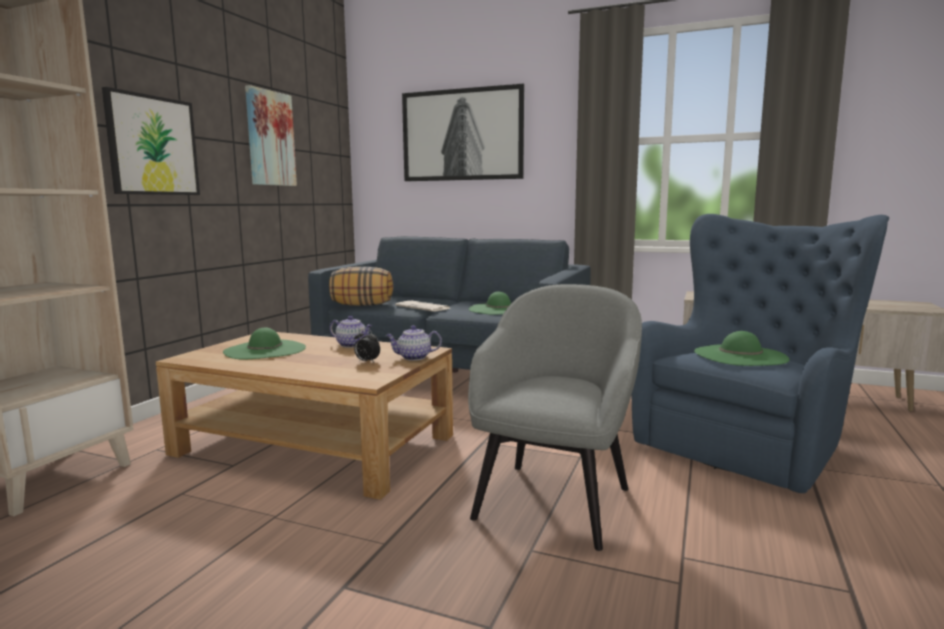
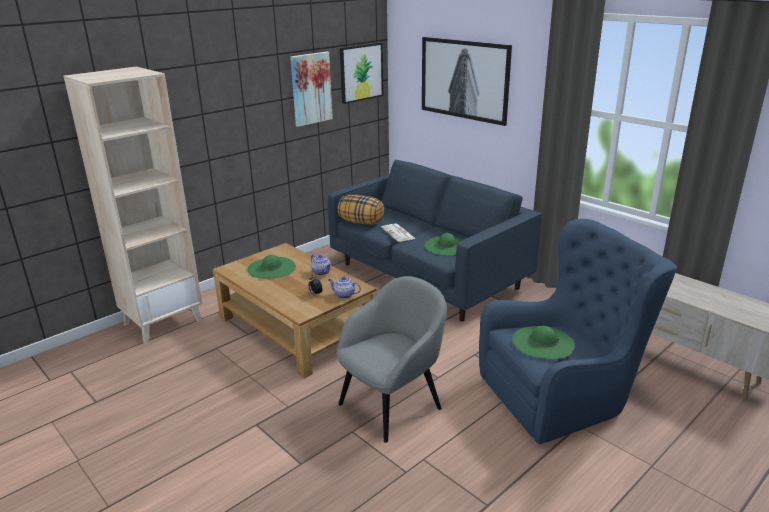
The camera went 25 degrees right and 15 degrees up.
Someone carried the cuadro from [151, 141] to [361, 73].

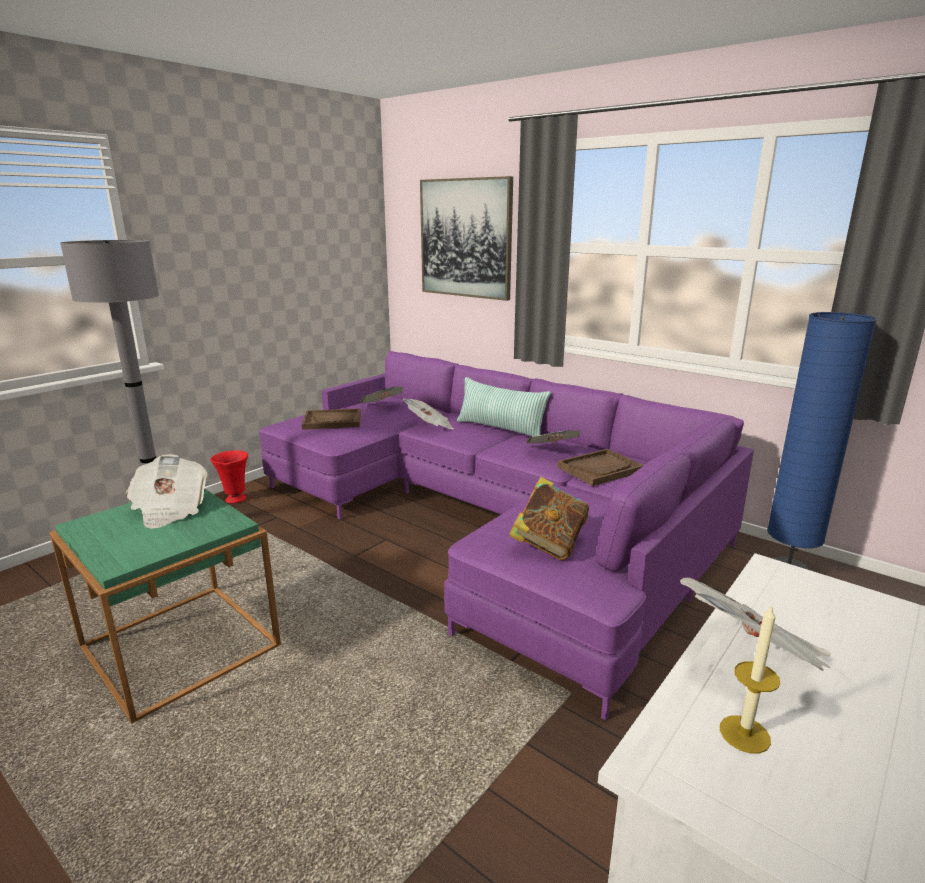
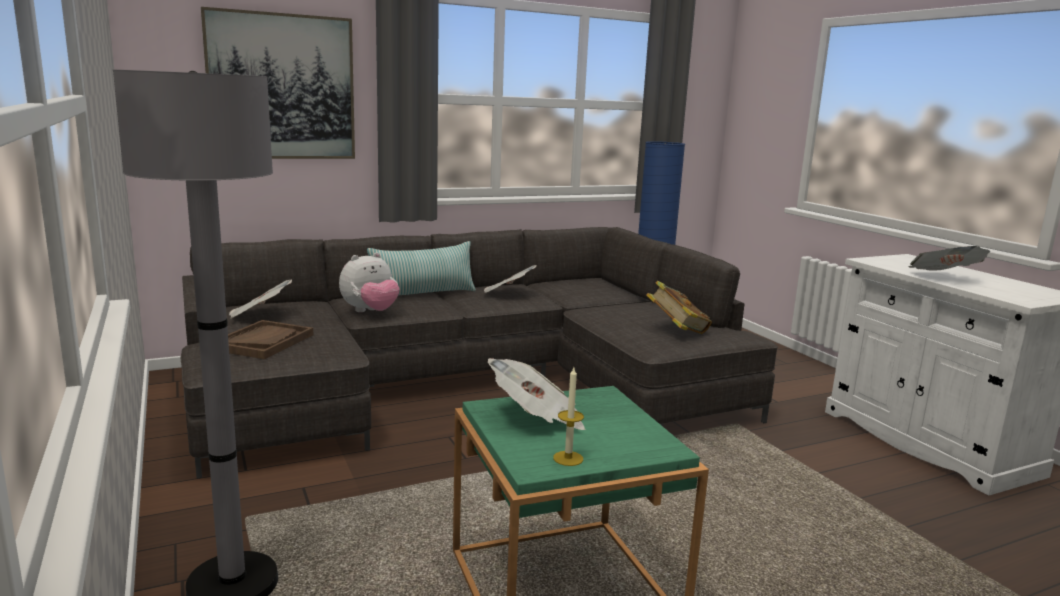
The camera went 65 degrees left and 5 degrees down.
Someone took away the florero (rojo) at [229, 476].
Someone repainted the sofá (morado) at [506, 536], which became the sofá (gris) at [479, 353].
Someone swapped the periódico at [428, 413] for the peluche at [369, 282].
Someone took away the bandeja (marrón) at [600, 467].
Someone carried the vela from [750, 679] to [568, 417].

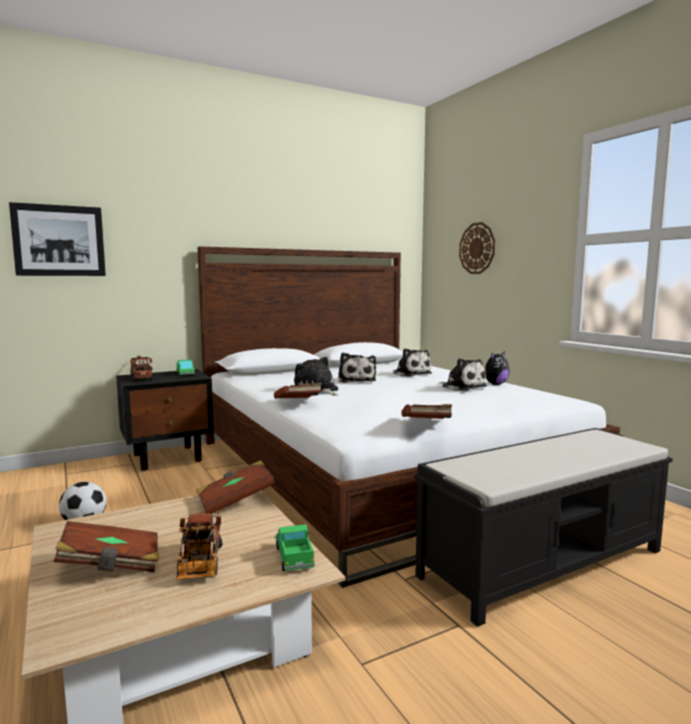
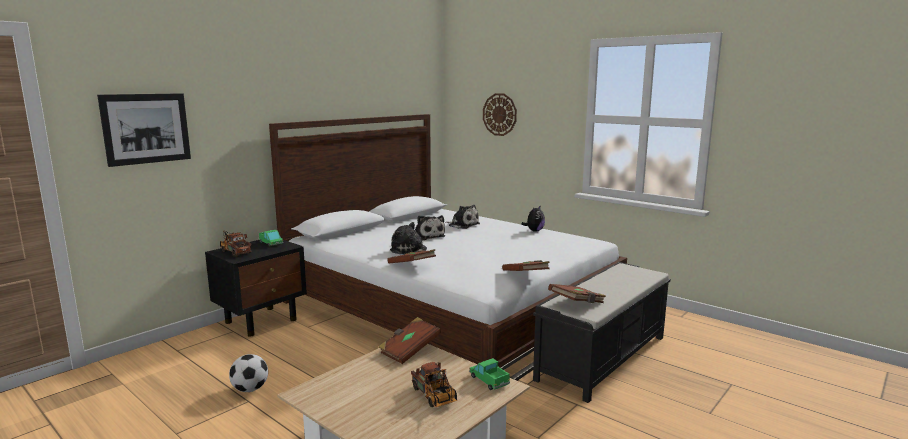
The camera went 20 degrees left and 5 degrees up.
Someone carried the libro (marrón) from [106, 546] to [577, 293].
Someone took away the peluche at [463, 374].

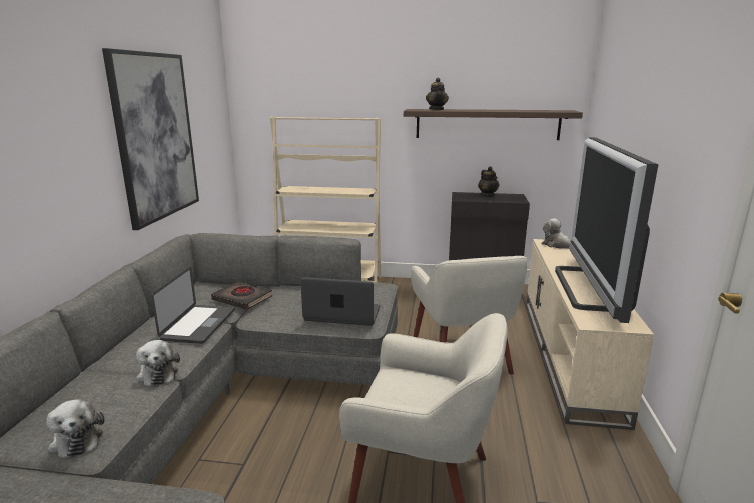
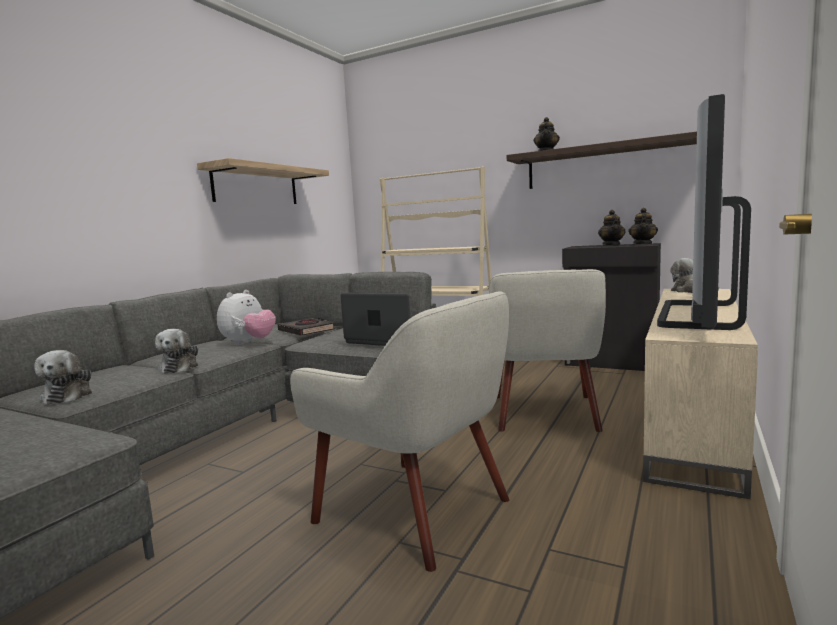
The camera went 20 degrees right and 10 degrees down.
Someone swapped the cuadro at [150, 139] for the estante at [263, 181].
Someone swapped the portátil at [192, 305] for the peluche at [246, 317].
Someone put down the tetera at [643, 226].

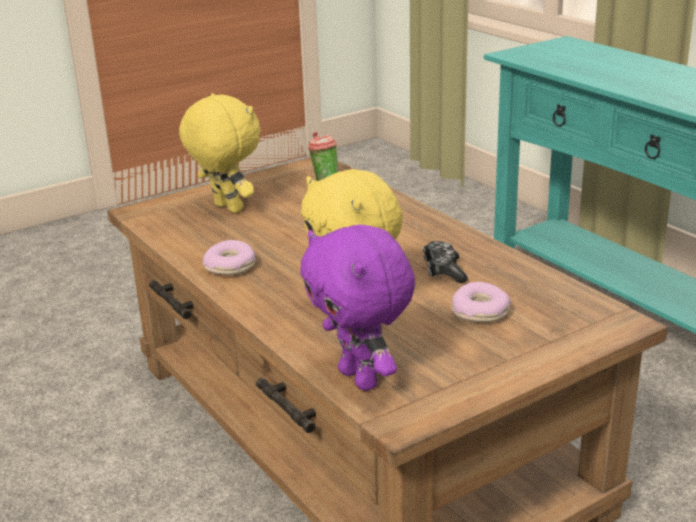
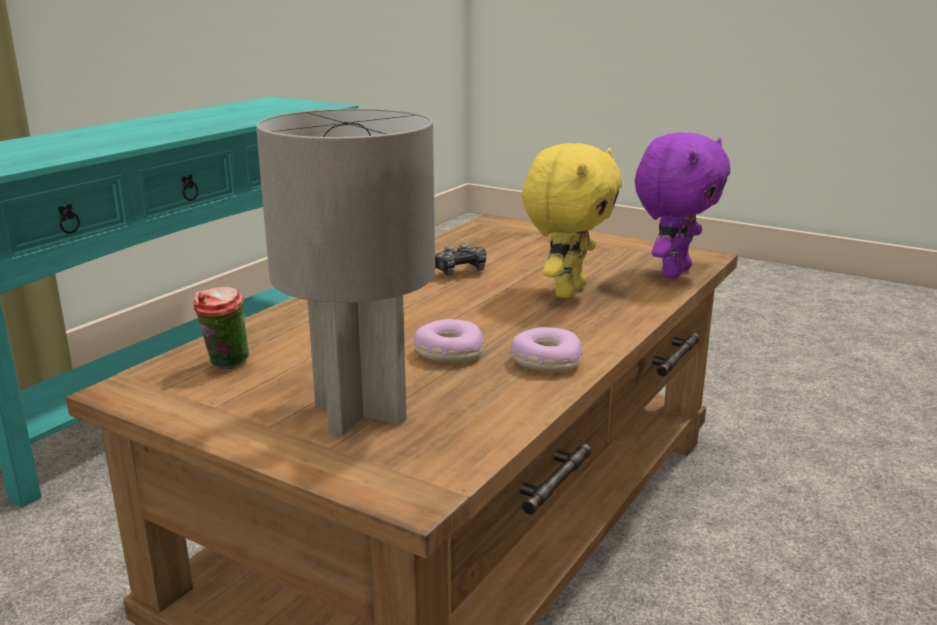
The camera went 115 degrees left and 5 degrees down.
Someone swapped the peluche (amarillo) at [219, 153] for the lámpara de mesa (gris) at [345, 272].
Someone carried the rosquilla from [481, 302] to [449, 341].

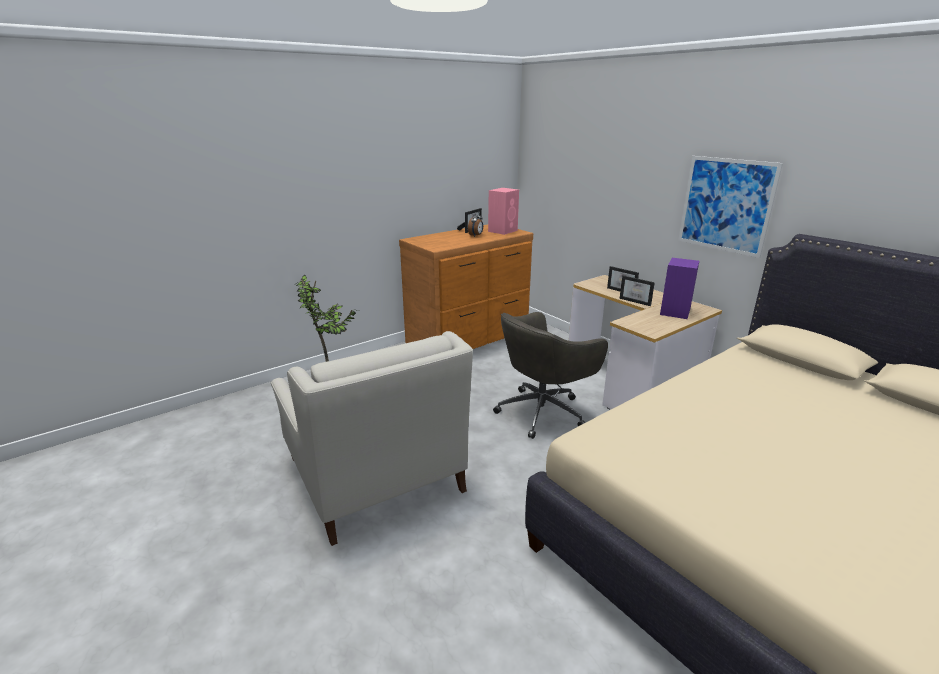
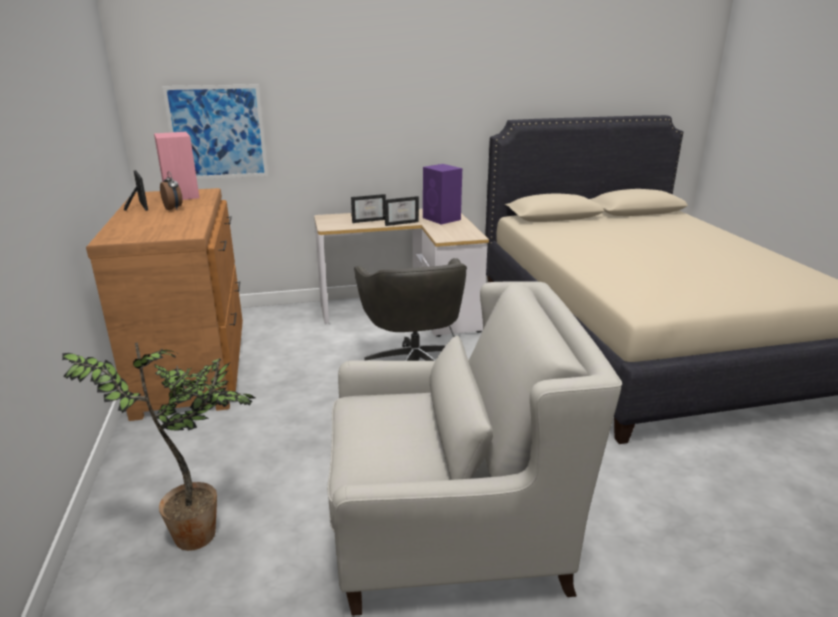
The camera went 65 degrees left and 0 degrees up.
Someone carried the cuadro from [730, 207] to [215, 131].

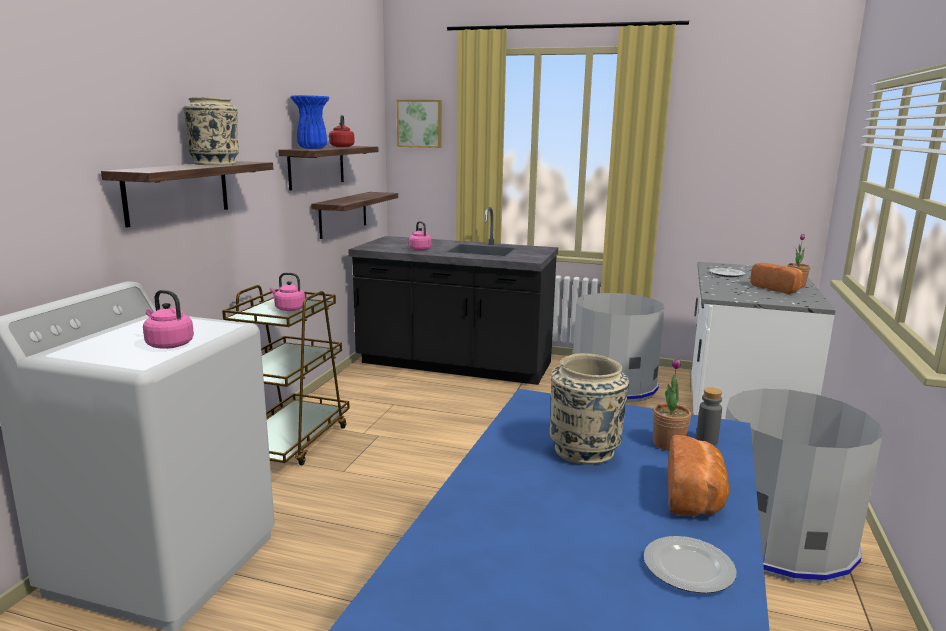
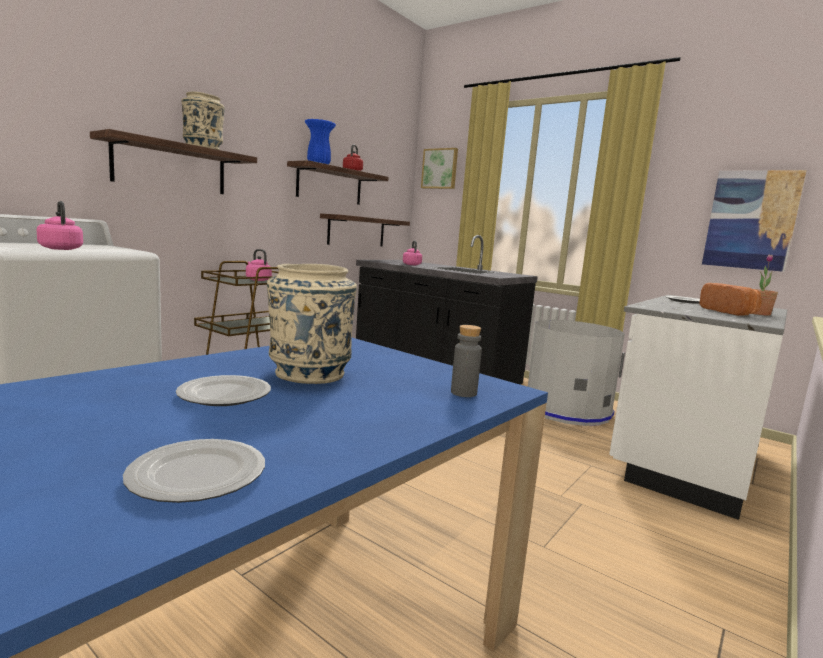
The camera went 20 degrees right and 5 degrees down.
Someone took away the planta en maceta at [672, 404].
Someone took away the pan at [698, 475].
Someone took away the papelera (gris) at [803, 486].
Someone put down the plato at [223, 390].
Someone put up the cuadro at [754, 221].

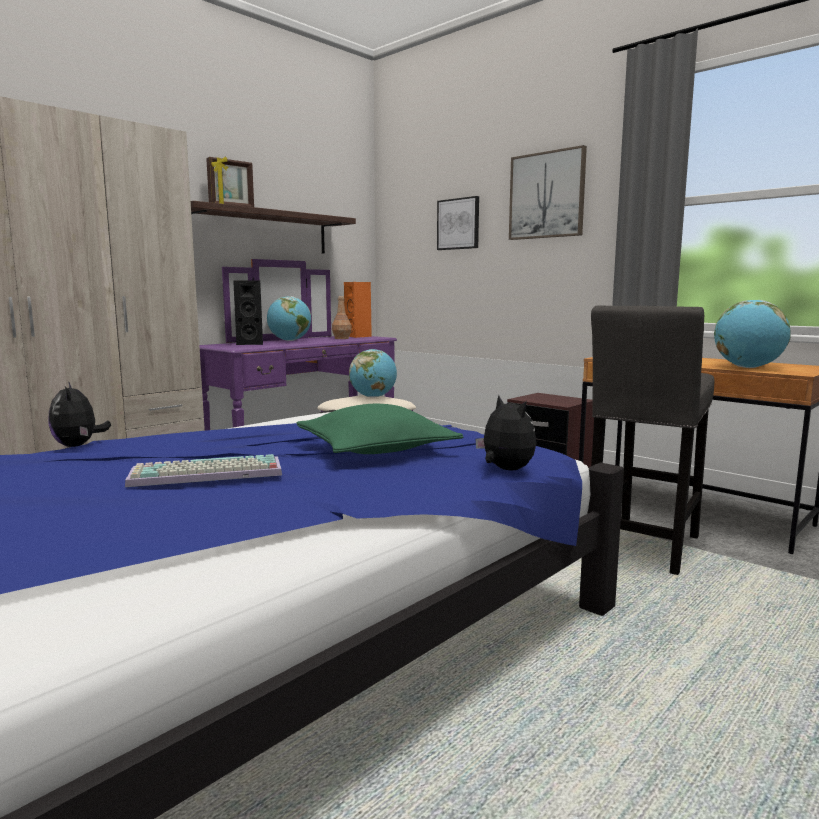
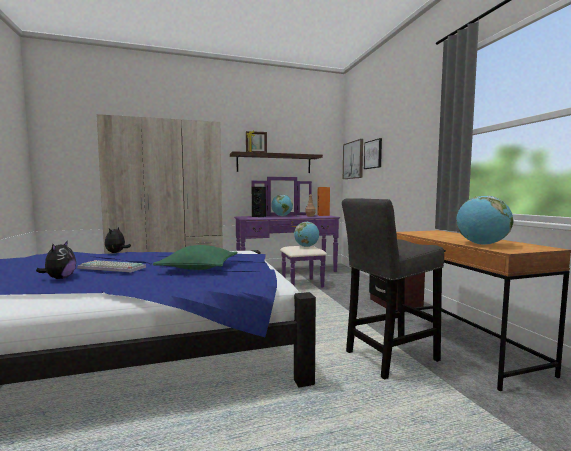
The camera went 30 degrees right and 5 degrees down.
Someone carried the peluche from [506, 432] to [56, 259].
Someone carried the cuadro from [548, 192] to [353, 159].

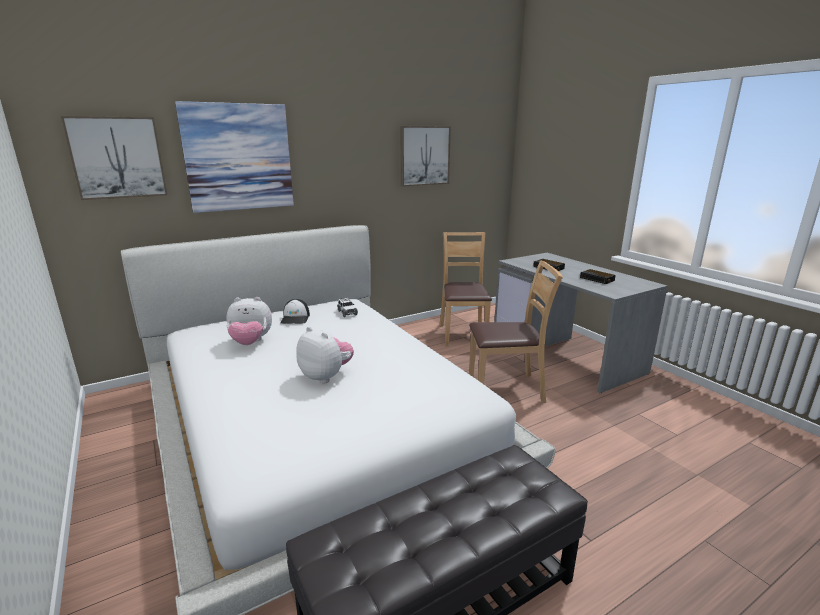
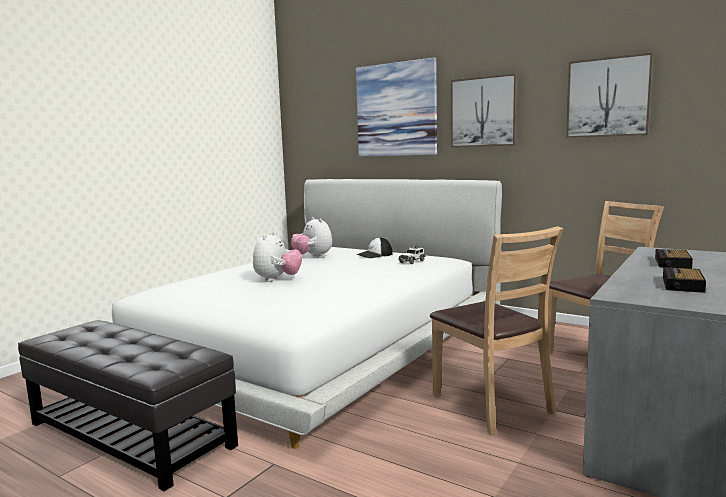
The camera went 65 degrees right and 10 degrees down.
Someone carried the cuadro from [114, 158] to [484, 110].

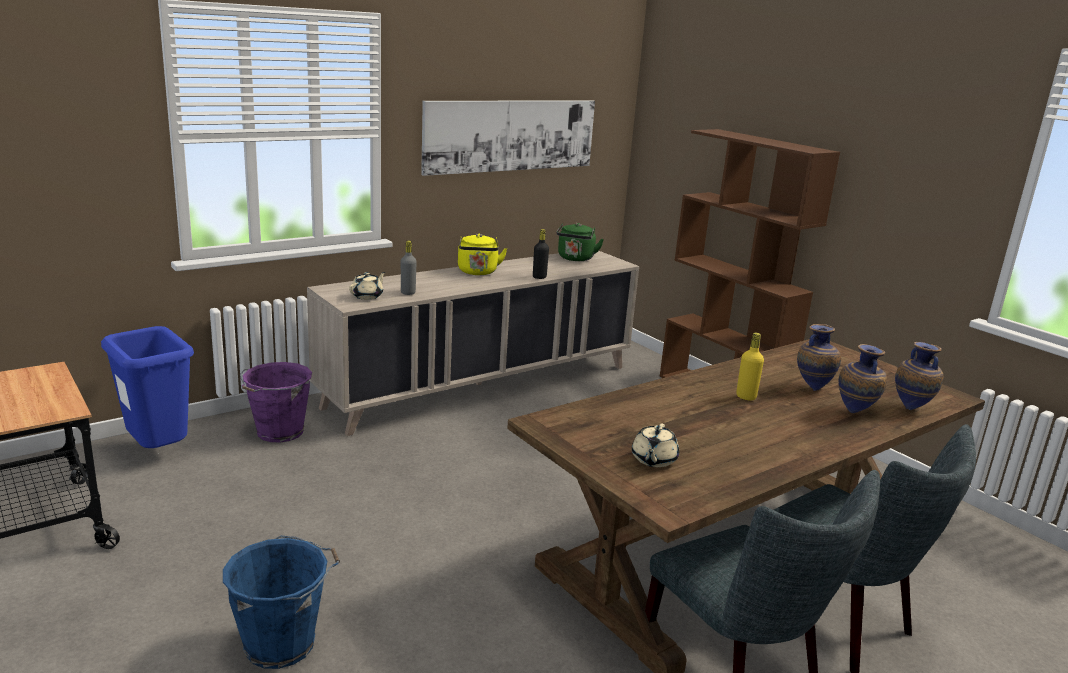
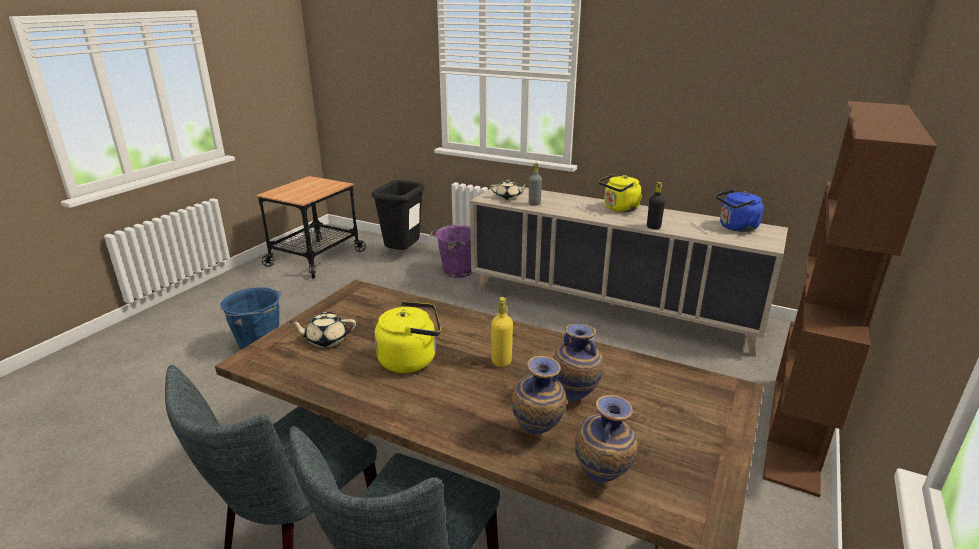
The camera went 65 degrees right and 5 degrees up.
Someone repainted the papelera (azul) at [147, 387], which became the papelera (negro) at [398, 215].
Someone took away the cuadro at [508, 138].
Someone repainted the hervidor (verde) at [580, 242], which became the hervidor (azul) at [739, 210].
Someone put down the hervidor (amarillo) at [407, 337].

